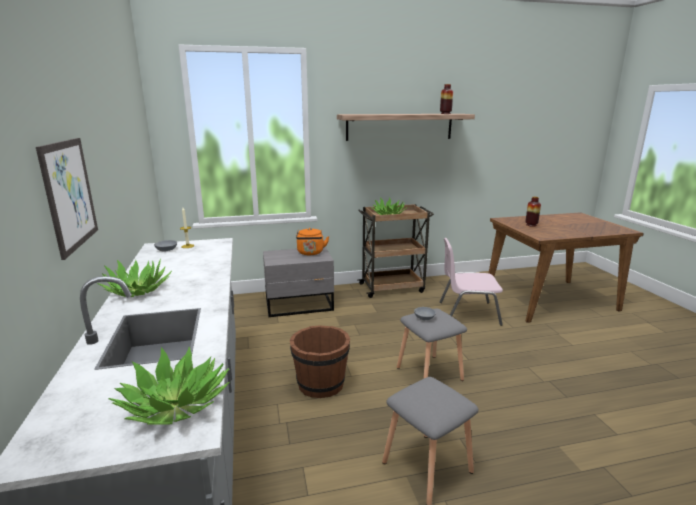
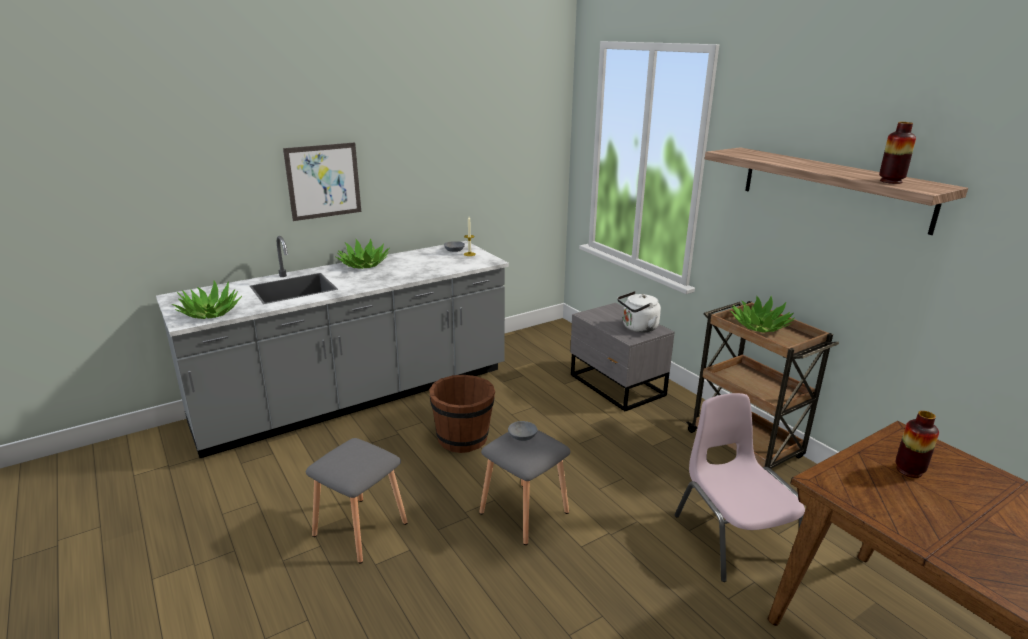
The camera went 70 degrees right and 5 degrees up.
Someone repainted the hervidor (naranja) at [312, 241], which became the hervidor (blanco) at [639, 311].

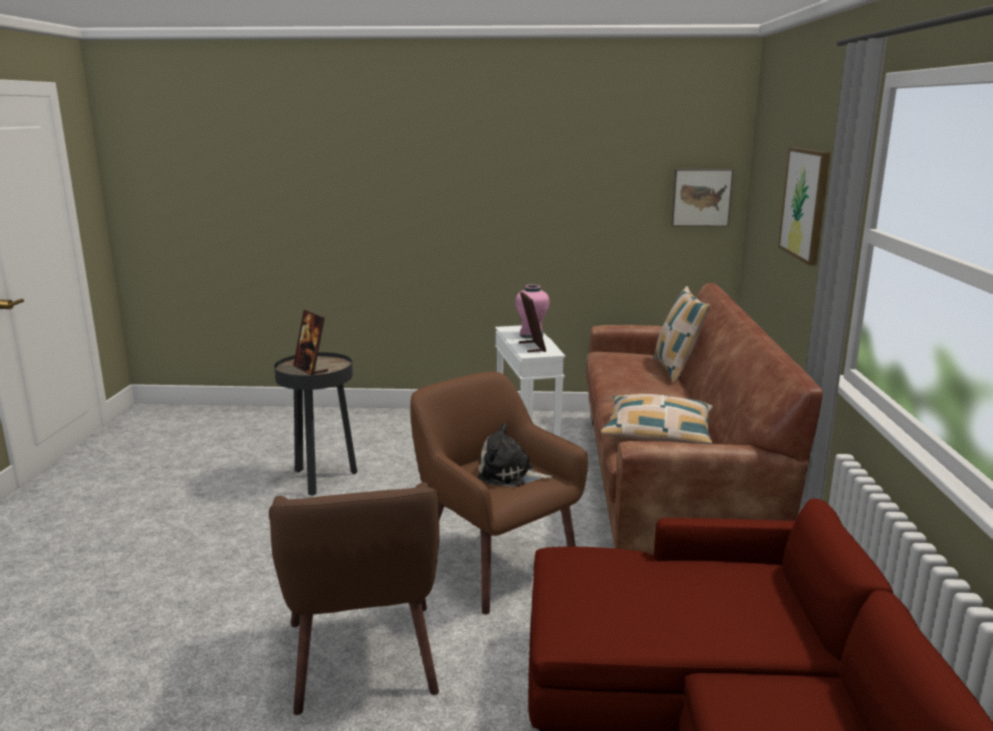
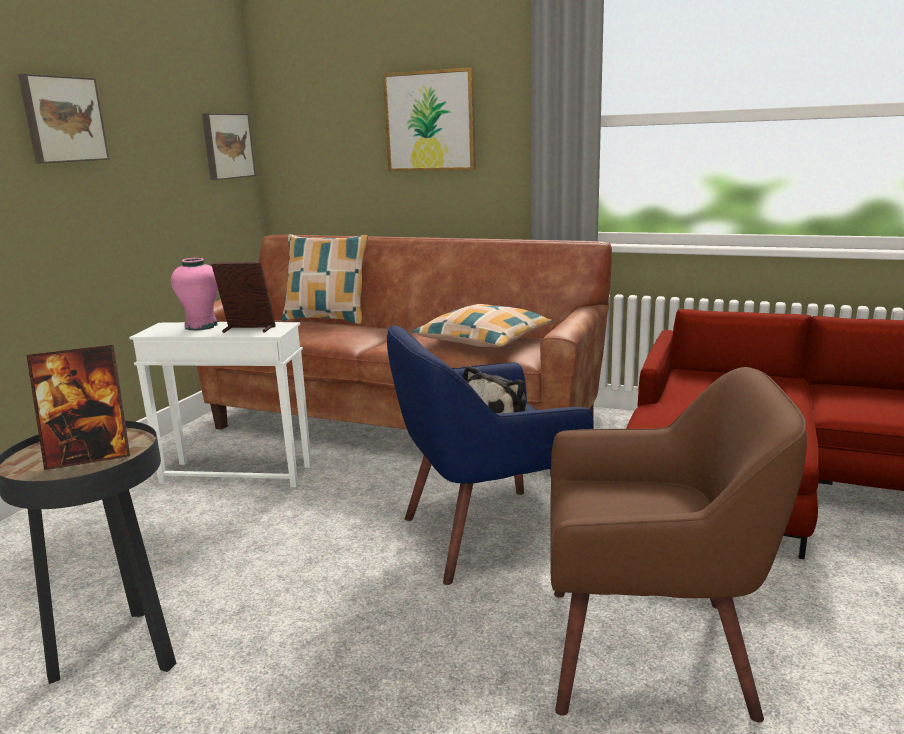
The camera went 70 degrees left and 0 degrees up.
Someone repainted the sillón (marrón) at [499, 493], which became the sillón (azul) at [490, 455].
Someone put up the cuadro at [63, 119].

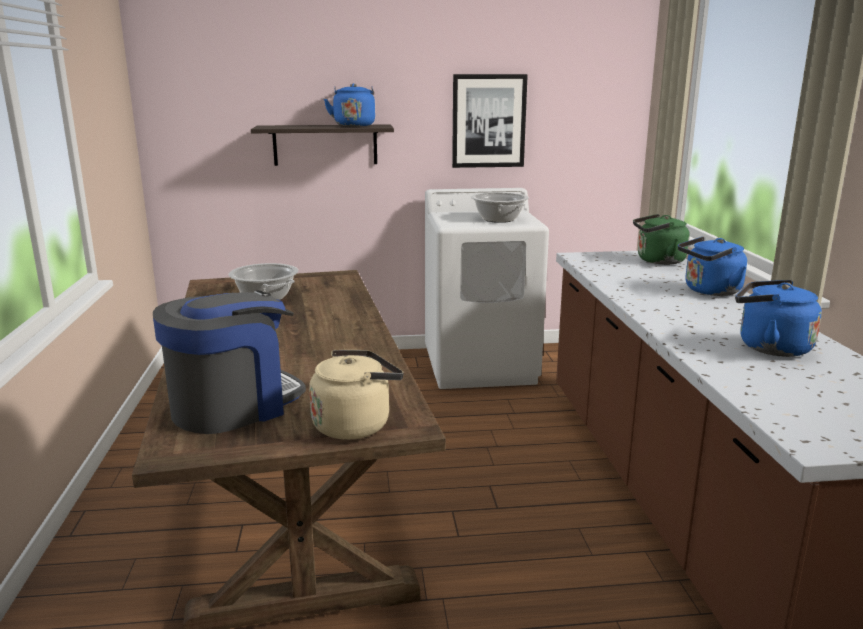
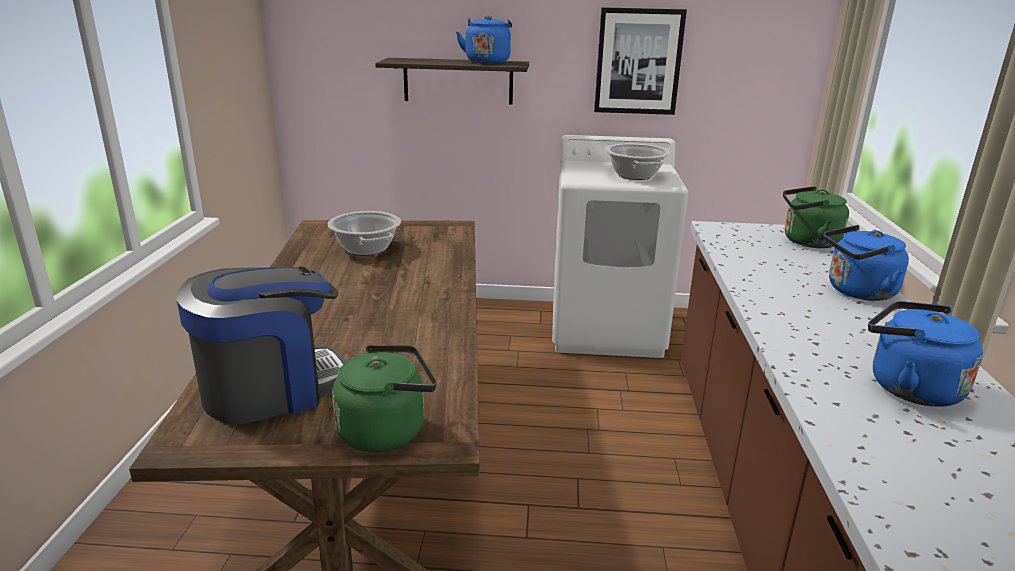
The camera went 10 degrees right and 5 degrees up.
Someone repainted the hervidor (beis) at [356, 395], which became the hervidor (verde) at [384, 398].

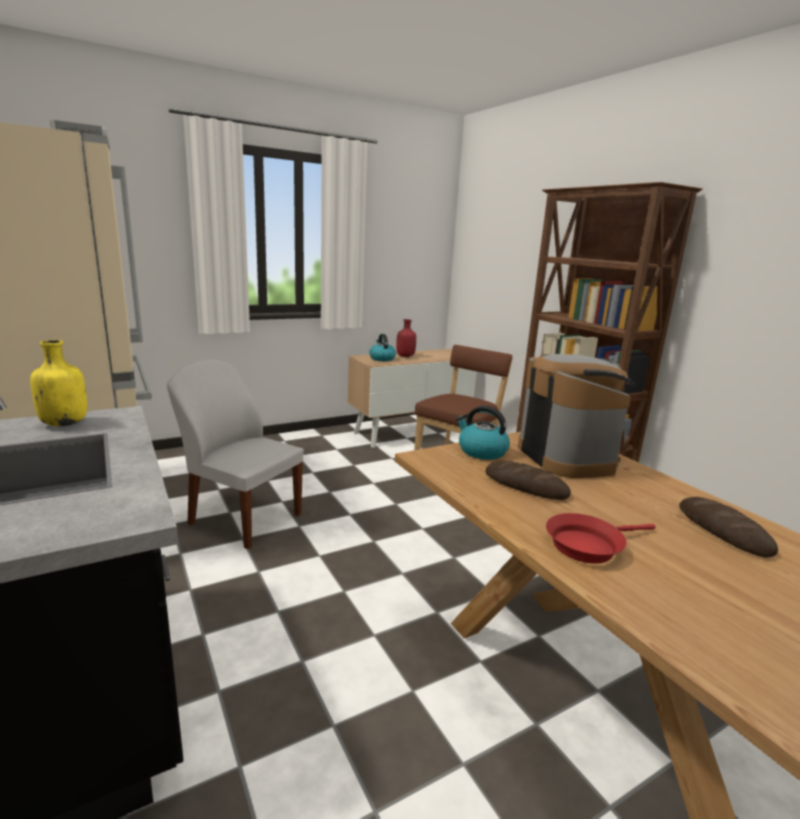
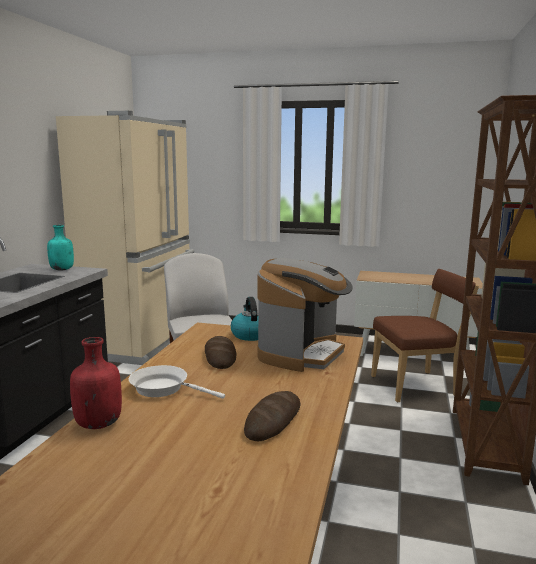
The camera went 45 degrees right and 5 degrees down.
Someone repainted the botella (amarillo) at [58, 383], which became the botella (turquesa) at [60, 248].
Someone took away the hervidor at [382, 347].
Someone carried the botella (rojo) from [406, 338] to [96, 383].
Someone repainted the sartén (rojo) at [601, 538], which became the sartén (blanco) at [177, 382].

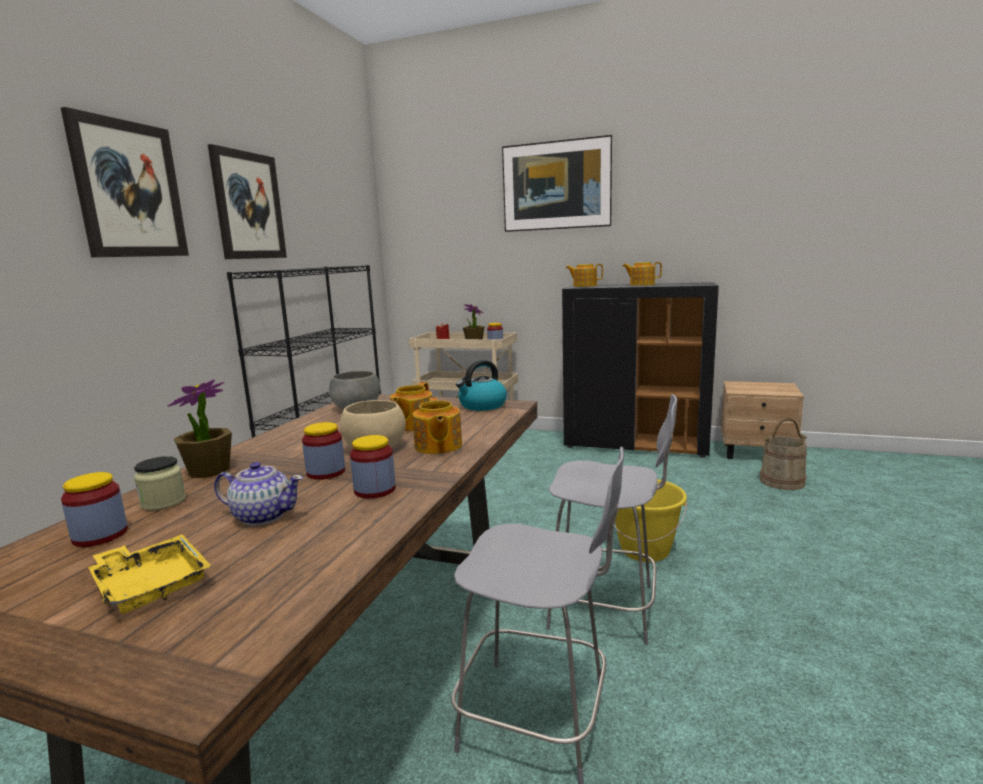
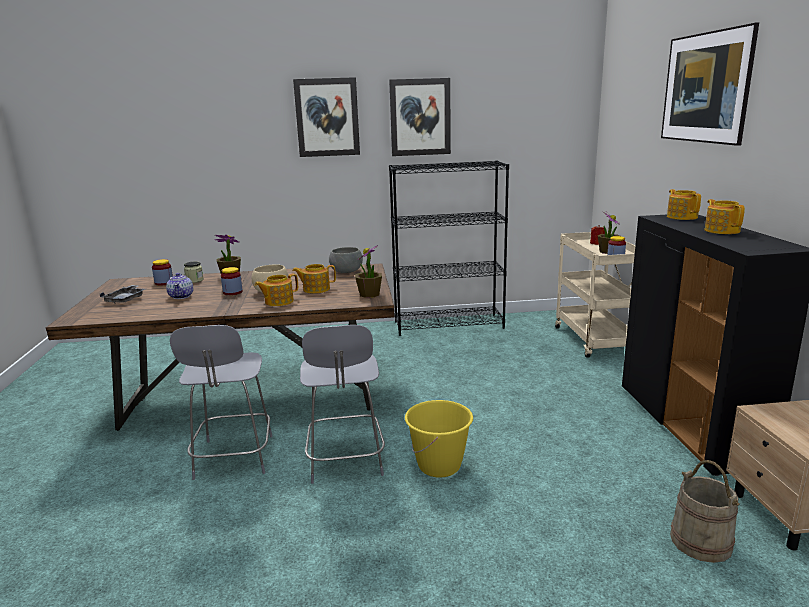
The camera went 65 degrees right and 5 degrees up.
Someone repainted the bandeja (amarillo) at [149, 574], which became the bandeja (gris) at [122, 294].
Someone took away the tarro at [373, 466].
Someone swapped the hervidor at [481, 385] for the planta en maceta at [368, 271].

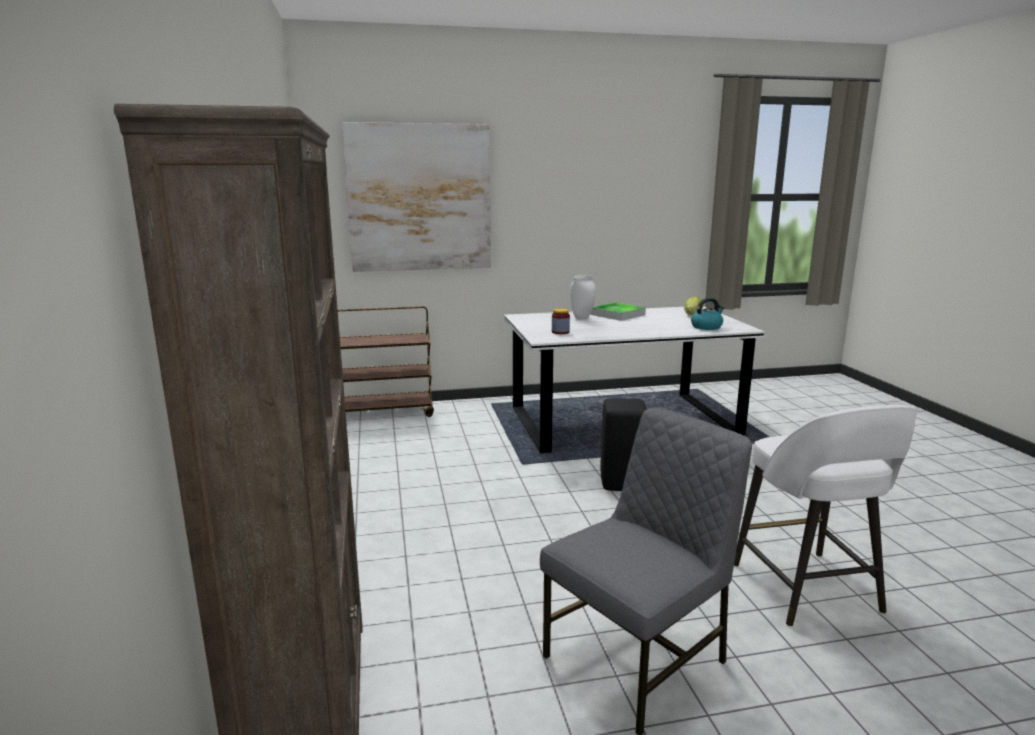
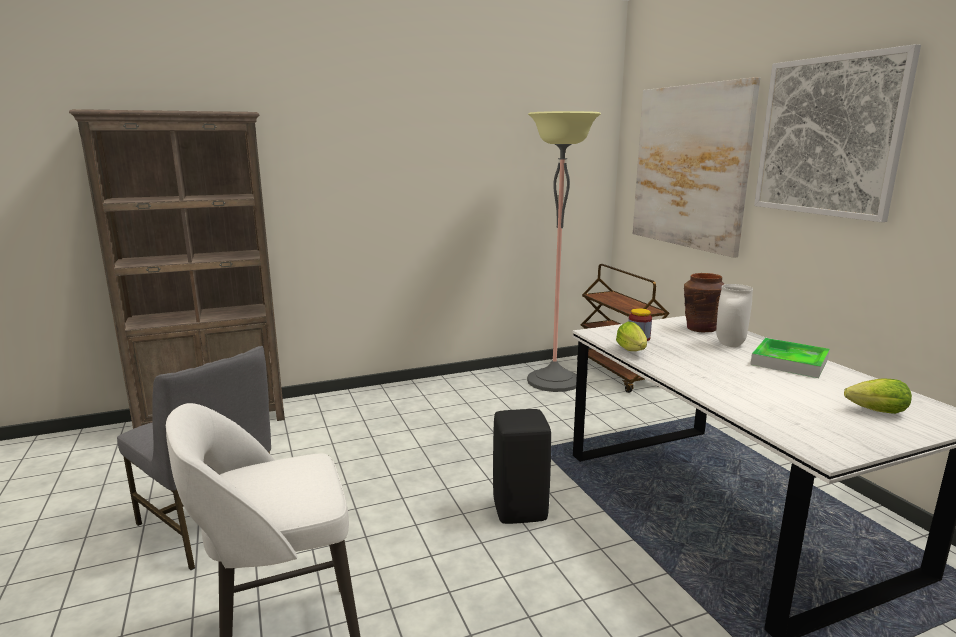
The camera went 80 degrees right and 0 degrees up.
Someone took away the hervidor at [707, 314].
Someone put down the lámpara de pie at [564, 251].
Someone put down the lechuga at [631, 336].
Someone put down the florero (marrón) at [704, 302].
Someone put up the cuadro at [837, 133].

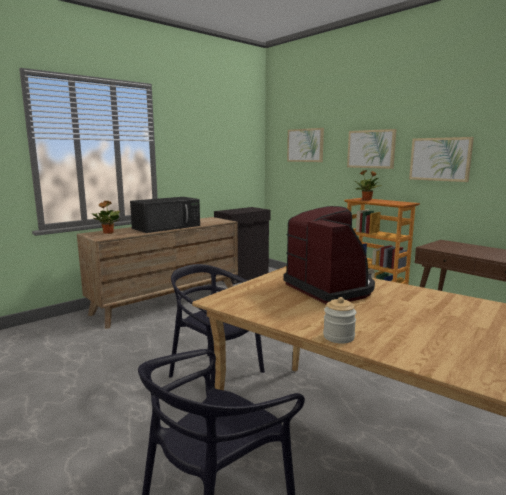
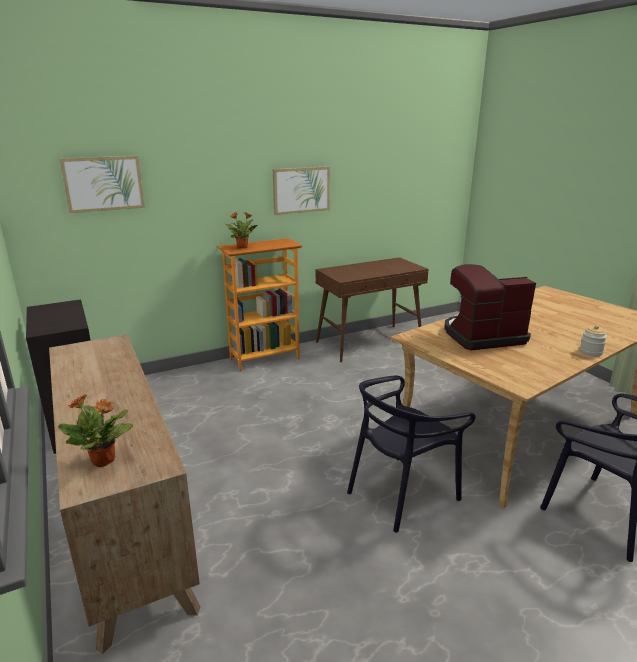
The camera went 75 degrees left and 10 degrees up.
Someone took away the microondas (negro) at [165, 215].
Someone took away the cuadro at [372, 149].

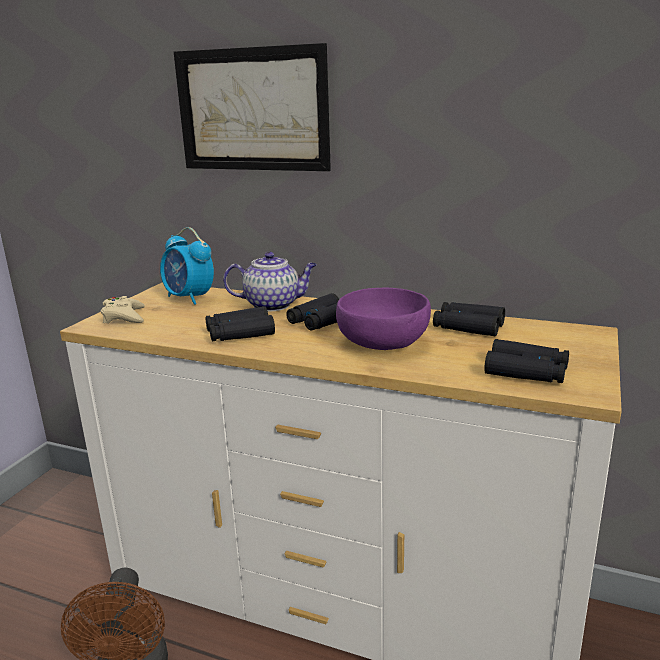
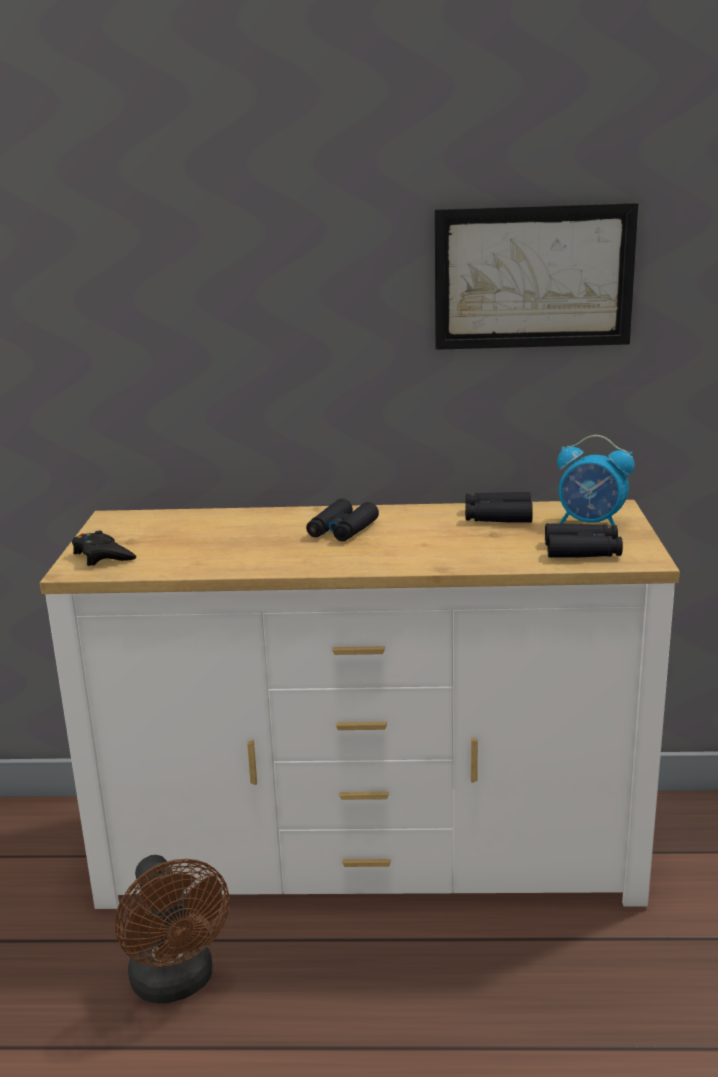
The camera went 20 degrees left and 0 degrees up.
Someone repainted the mando de consola (beis) at [123, 310], which became the mando de consola (negro) at [104, 548].
Someone carried the despertador from [187, 266] to [596, 480].
Someone carried the cuadro from [252, 107] to [536, 276].
Someone took away the prismáticos (negro) at [240, 323].
Someone took away the tetera at [270, 281].
Someone took away the cuenco (morado) at [383, 319].

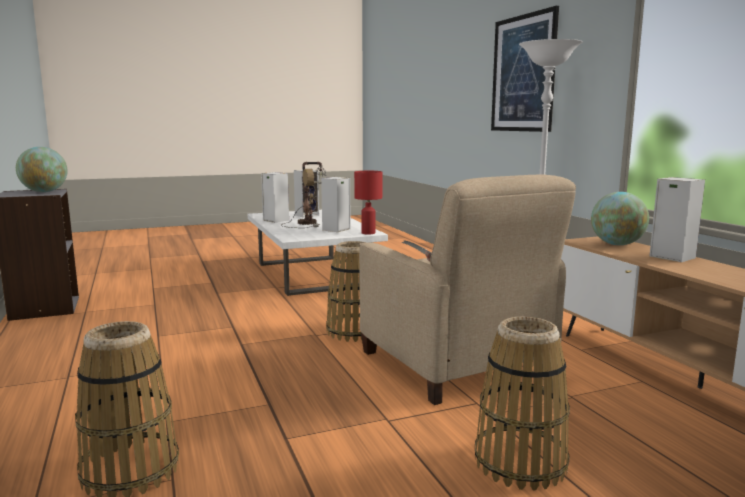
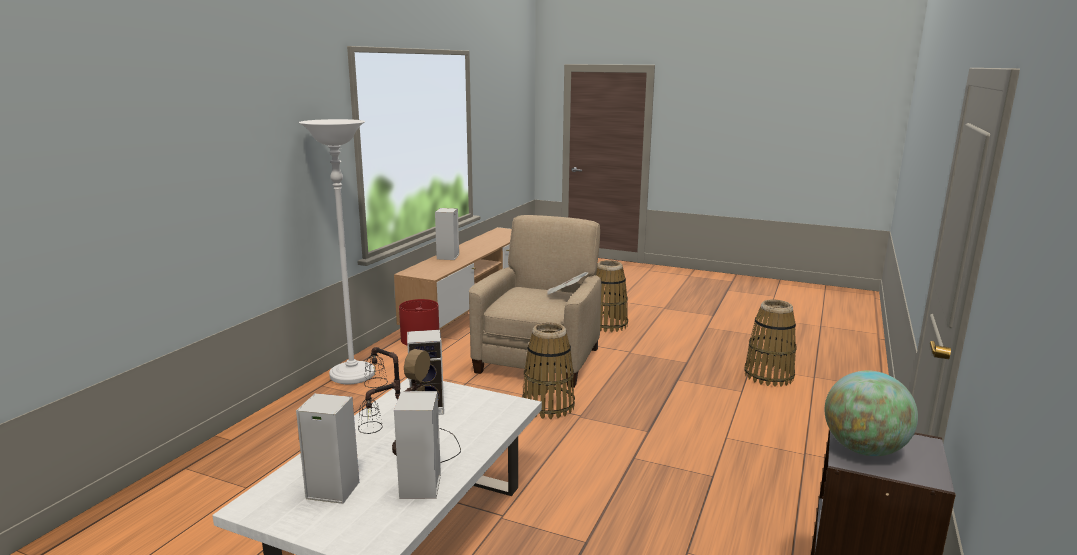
The camera went 135 degrees left and 5 degrees up.
Someone took away the cuadro at [525, 69].
Someone took away the globo terráqueo at [620, 218].

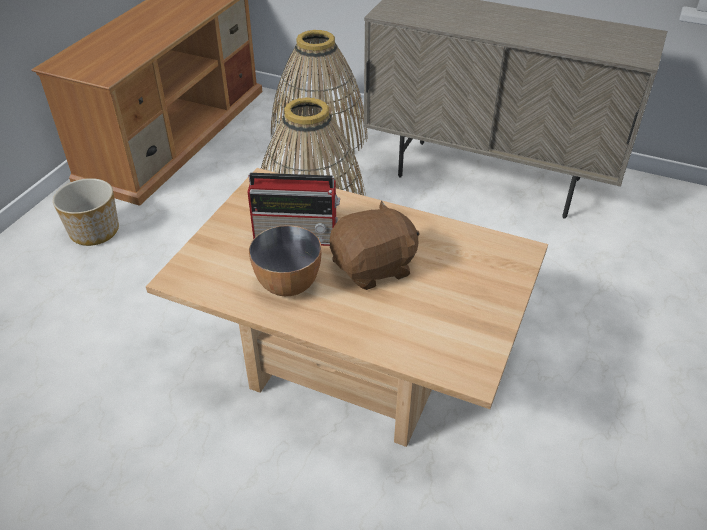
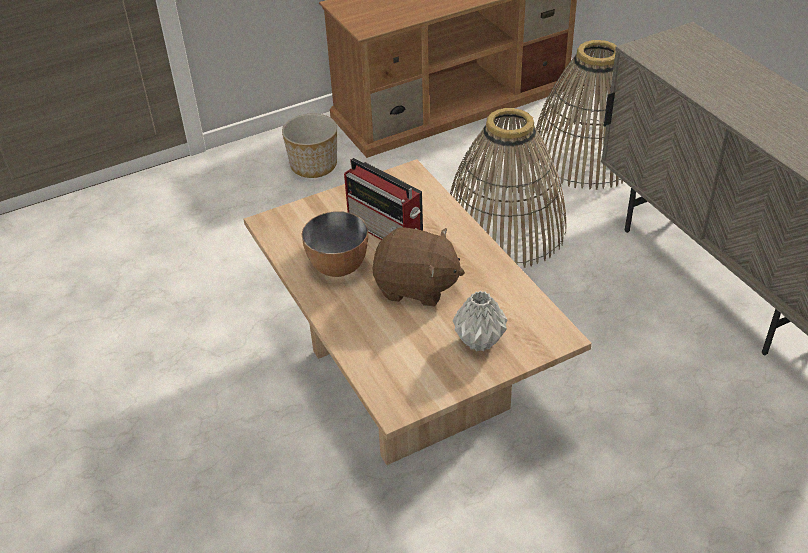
The camera went 40 degrees right and 0 degrees up.
Someone put down the florero (gris) at [480, 321].

